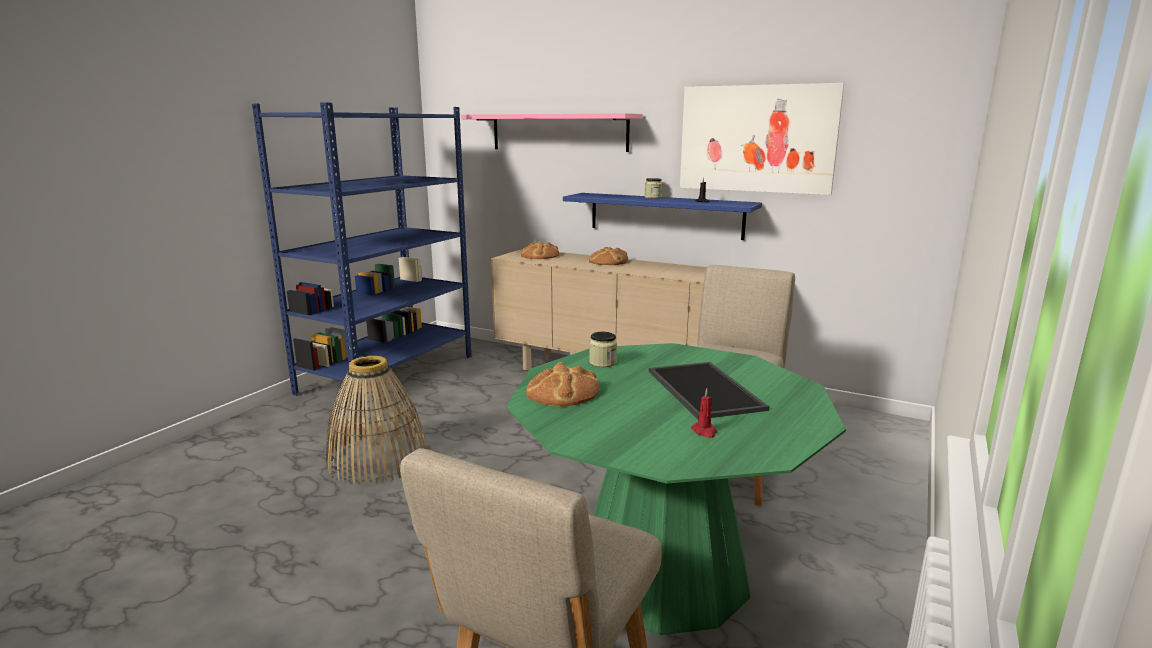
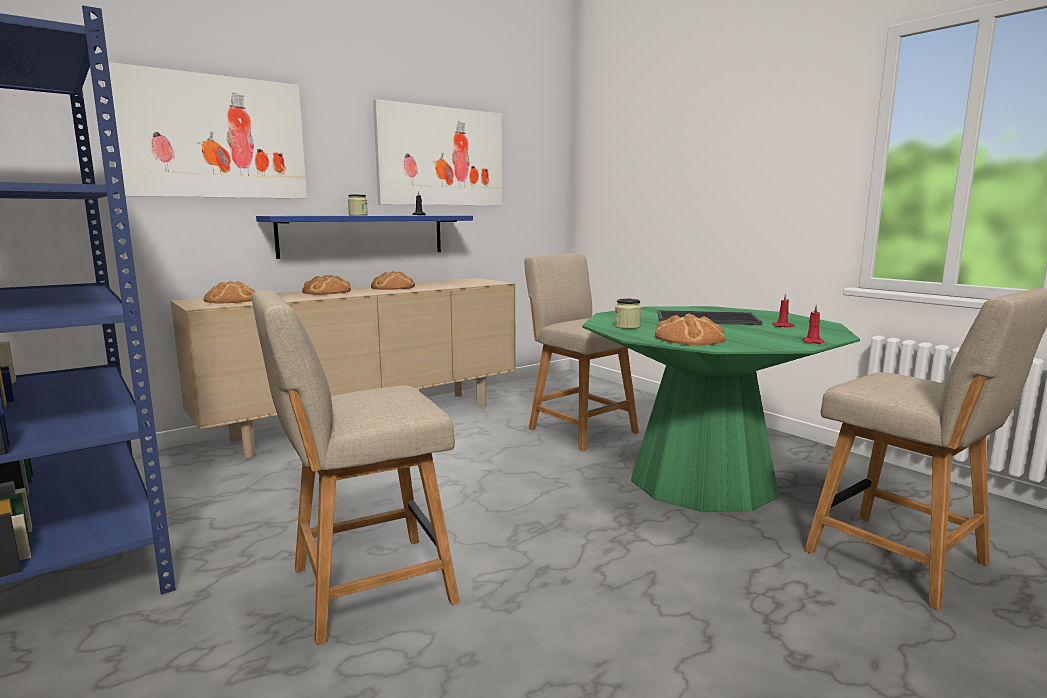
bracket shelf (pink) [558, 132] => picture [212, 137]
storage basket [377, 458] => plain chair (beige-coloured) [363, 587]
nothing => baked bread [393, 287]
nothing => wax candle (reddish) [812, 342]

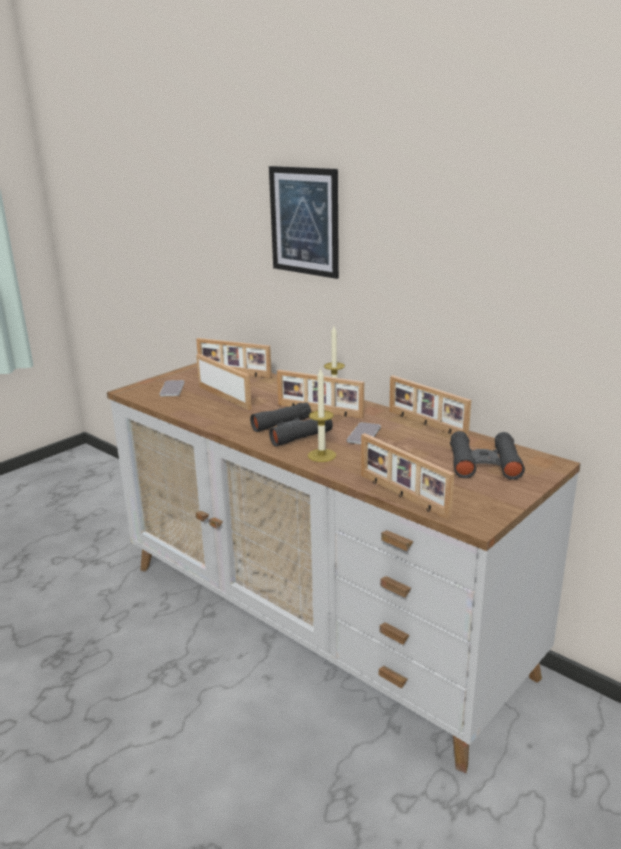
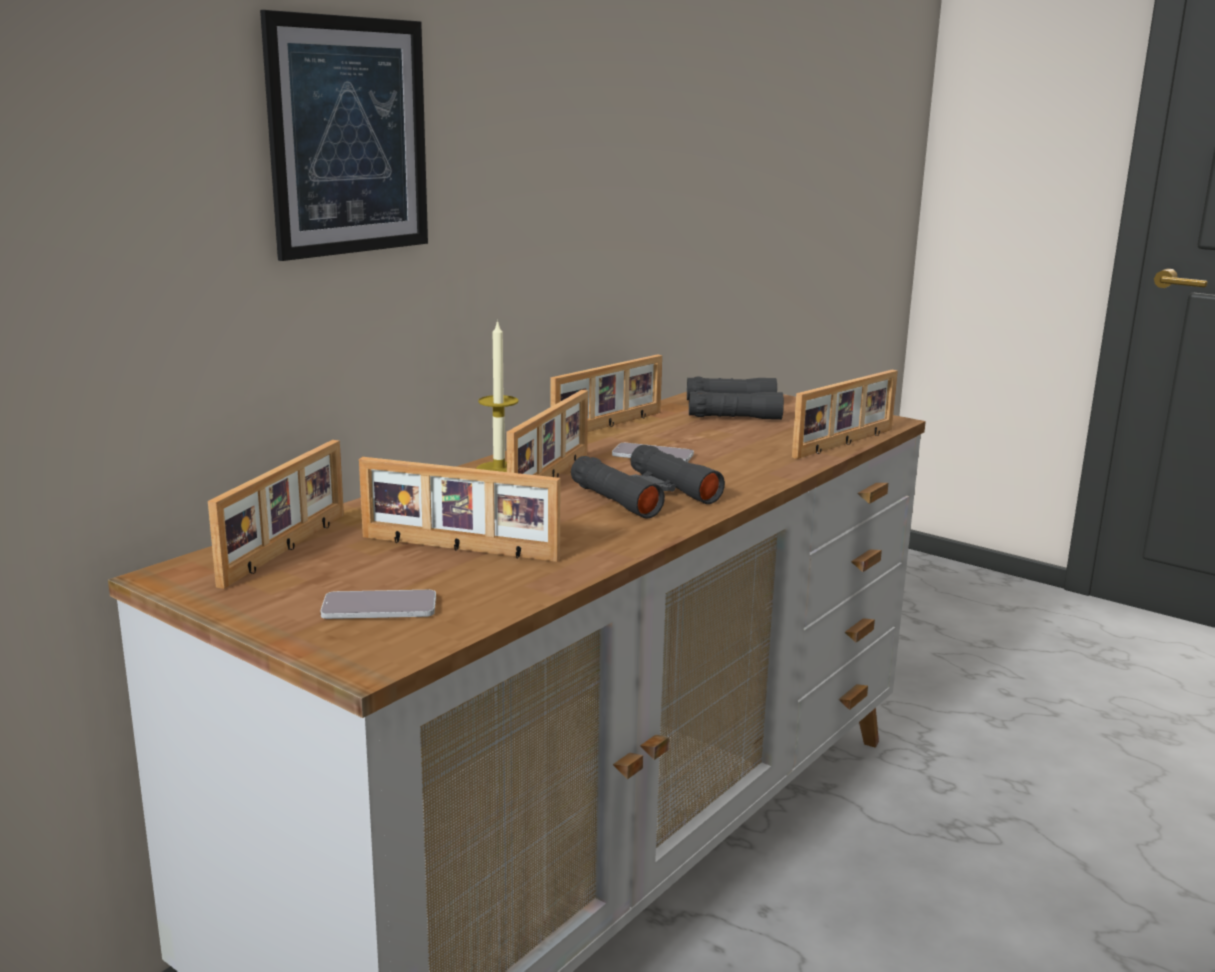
photo frame [225, 397] => photo frame [458, 549], 120 degrees counterclockwise
wax candle [322, 455] => nothing

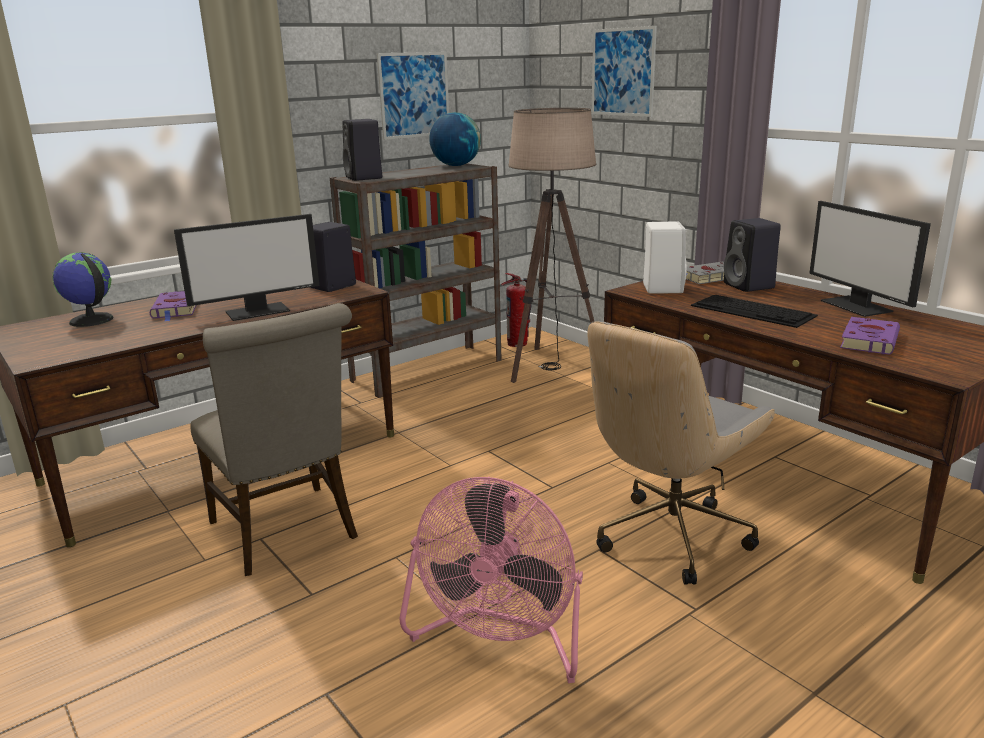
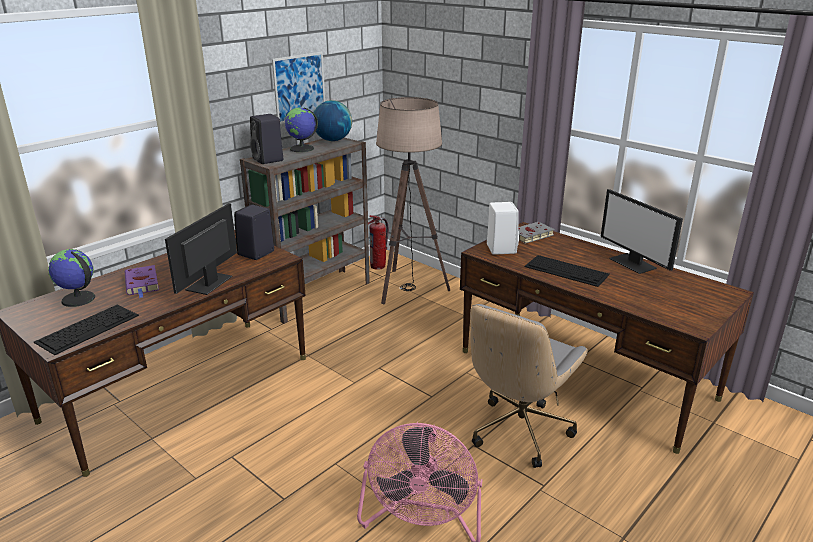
picture [623, 72] => nothing
monitor [258, 311] => monitor [209, 283], 150 degrees clockwise
loudspeaker (black-coloured) [750, 286] => nothing
plain chair (beige-coloured) [287, 533] => nothing
volume (purplish) [869, 340] => nothing
nothing => world globe [302, 149]
nothing => computer keyboard [88, 328]

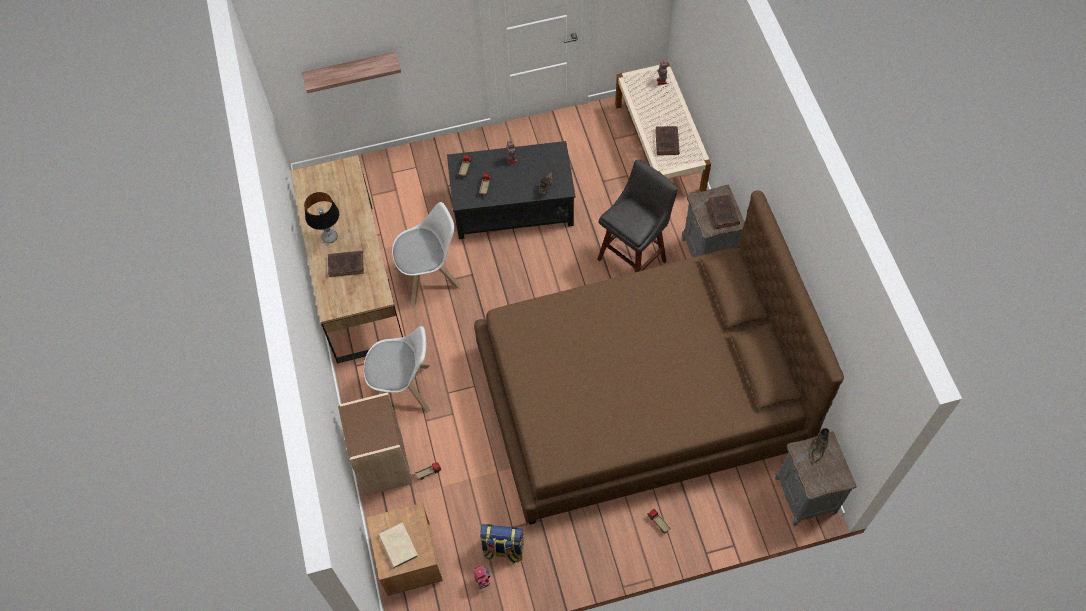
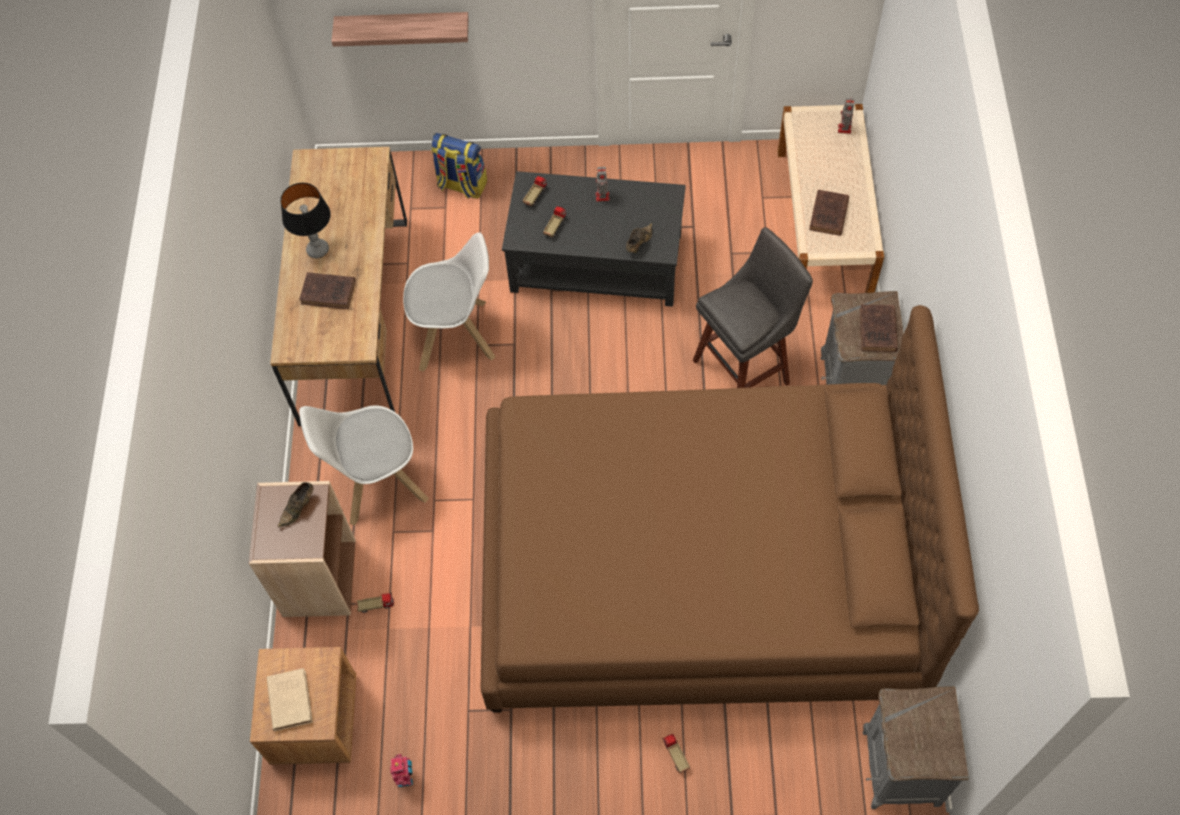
plain chair [404, 389] => plain chair [376, 482], 150 degrees clockwise
low shoe (brownish) [819, 447] => low shoe (brownish) [298, 508], move
backpack [503, 549] => backpack [461, 185], move

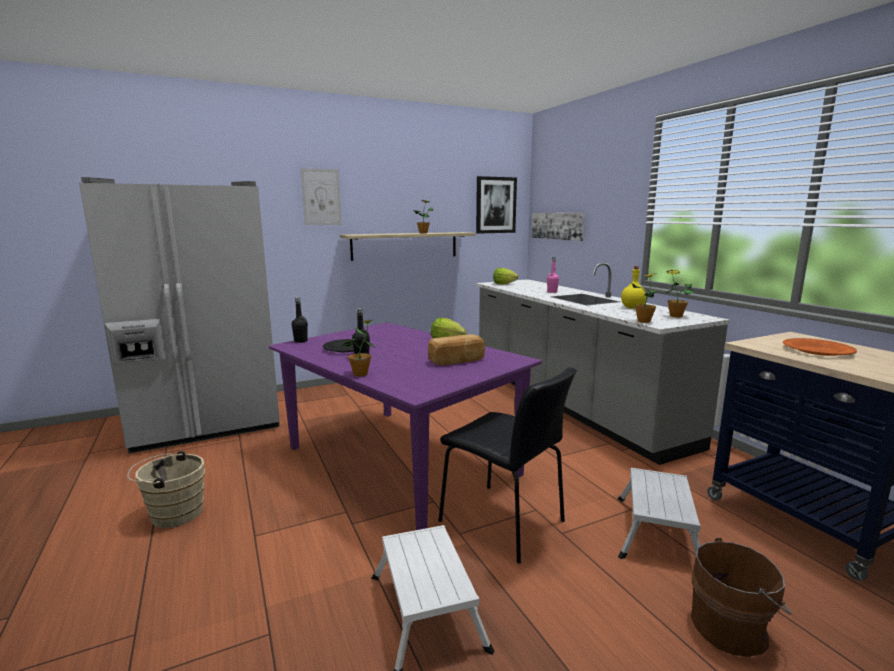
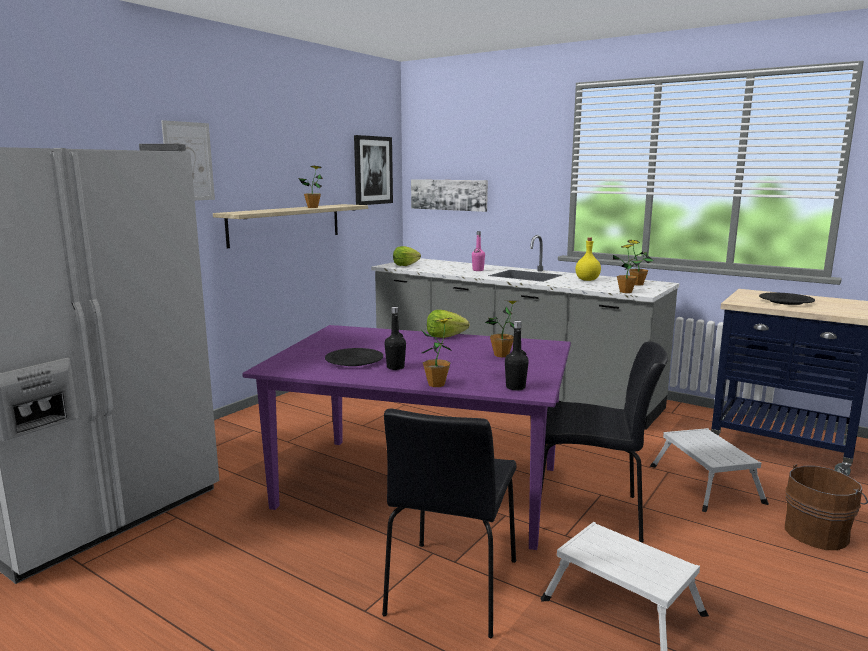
drink bottle (black-coloured) [300, 341] => drink bottle (black-coloured) [515, 387], move
baked bread [457, 361] => plant in a pot [501, 355]
plate (orange) [817, 350] => plate (black-coloured) [785, 301]
water bucket (beige-coloured) [173, 514] => nothing
nothing => plain chair (black-coloured) [451, 590]

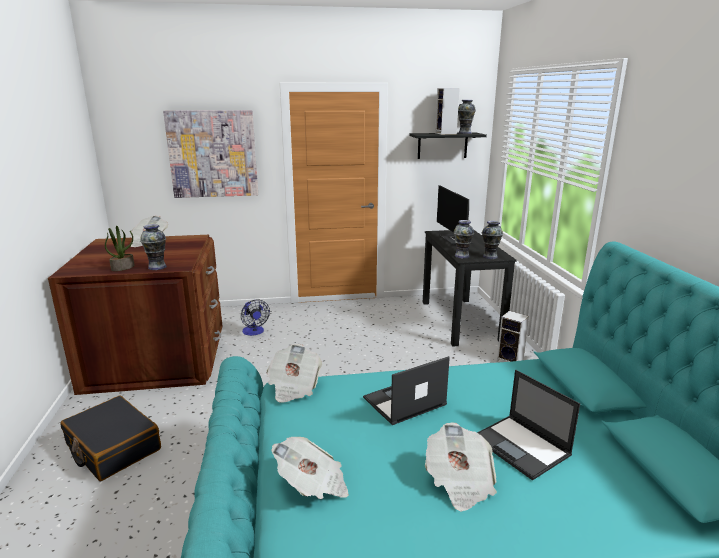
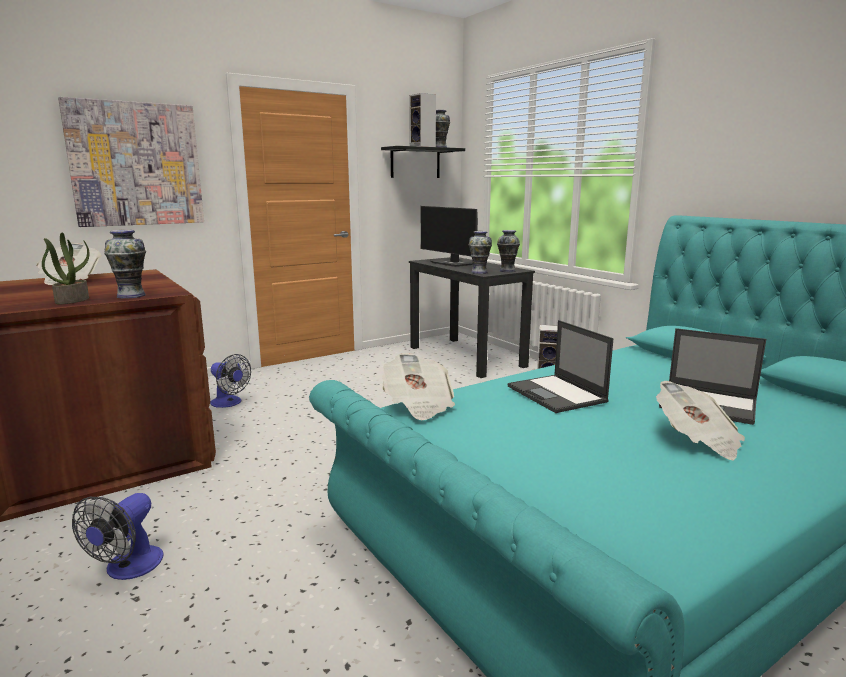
portable computer [403, 401] => portable computer [557, 394], 60 degrees counterclockwise
suitcase (black-coloured) [113, 447] => cooling fan [128, 569]
daily paper [312, 485] => nothing

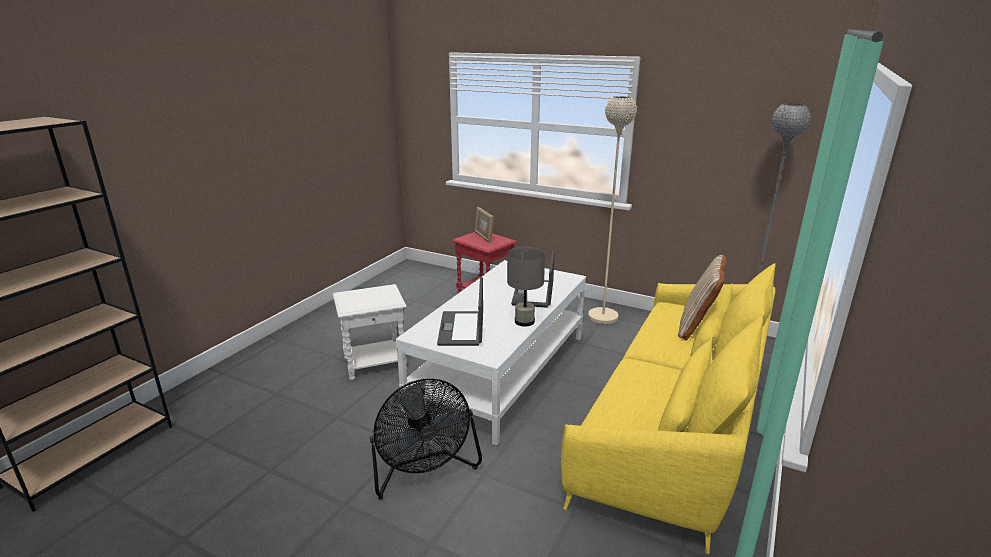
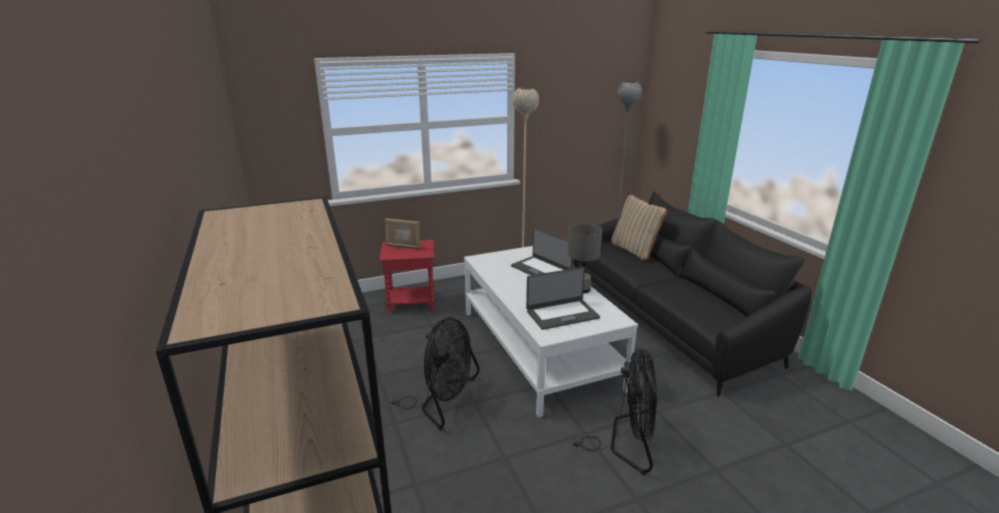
couch (yellowish) [677, 422] => couch (black-coloured) [669, 317]
portable computer [462, 328] => portable computer [562, 314], 60 degrees counterclockwise
side table (white-coloured) [374, 362] => cooling fan (black-coloured) [441, 401]

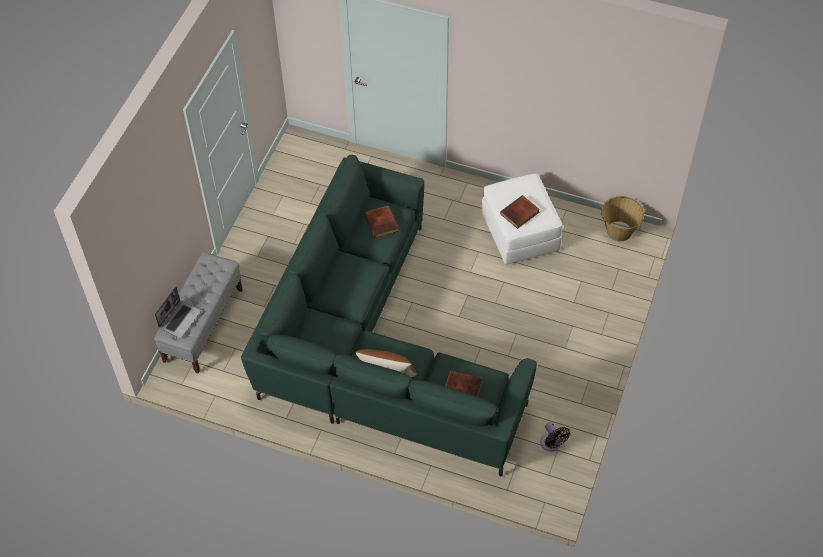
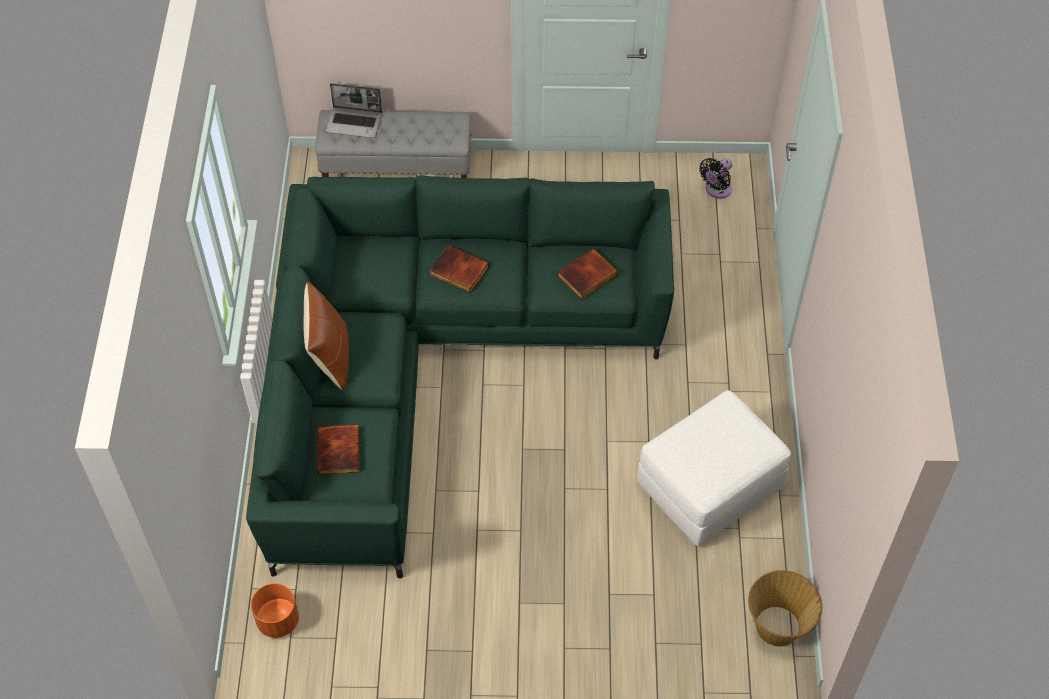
volume [520, 214] => volume [458, 271], move
cooling fan (black-coloured) [552, 444] => cooling fan (black-coloured) [716, 190], move
nothing => flower pot (orange) [277, 620]

